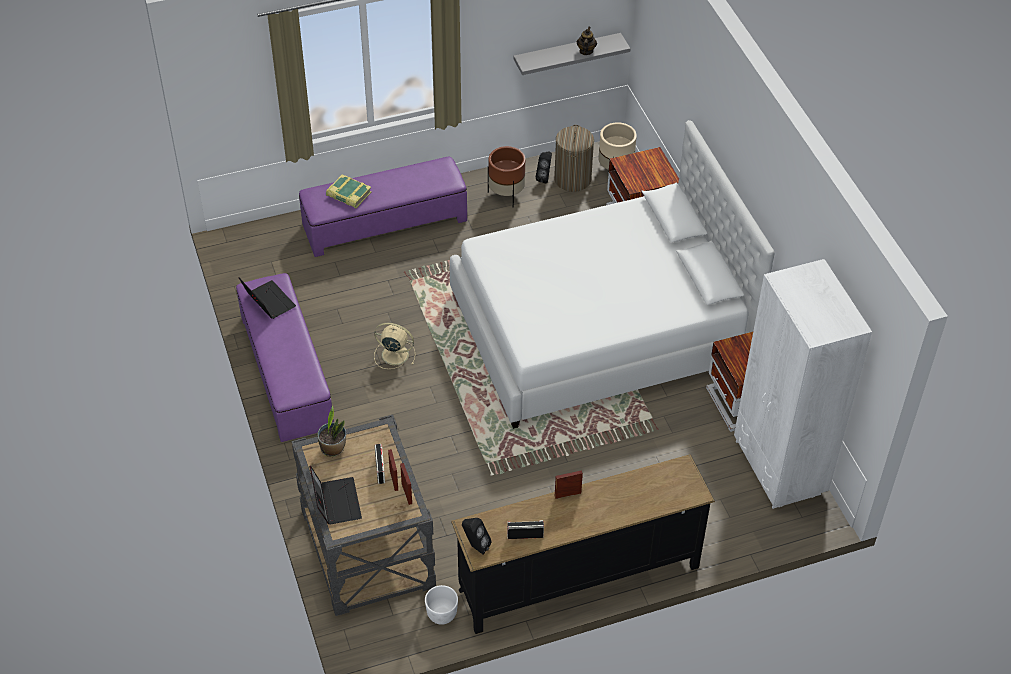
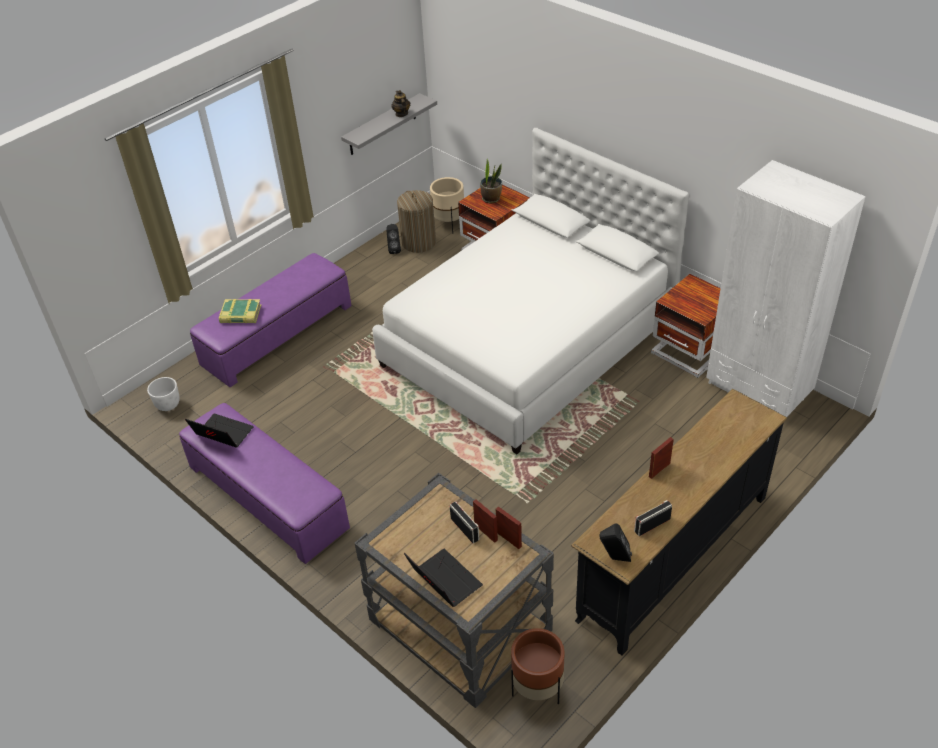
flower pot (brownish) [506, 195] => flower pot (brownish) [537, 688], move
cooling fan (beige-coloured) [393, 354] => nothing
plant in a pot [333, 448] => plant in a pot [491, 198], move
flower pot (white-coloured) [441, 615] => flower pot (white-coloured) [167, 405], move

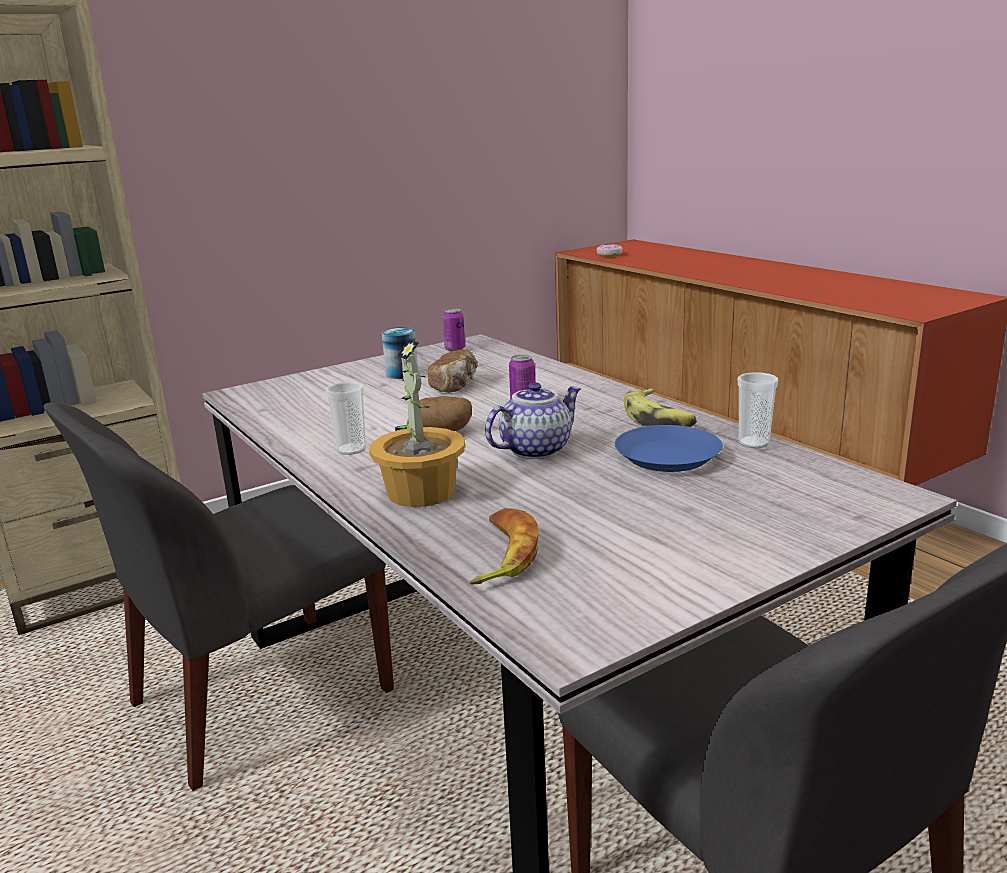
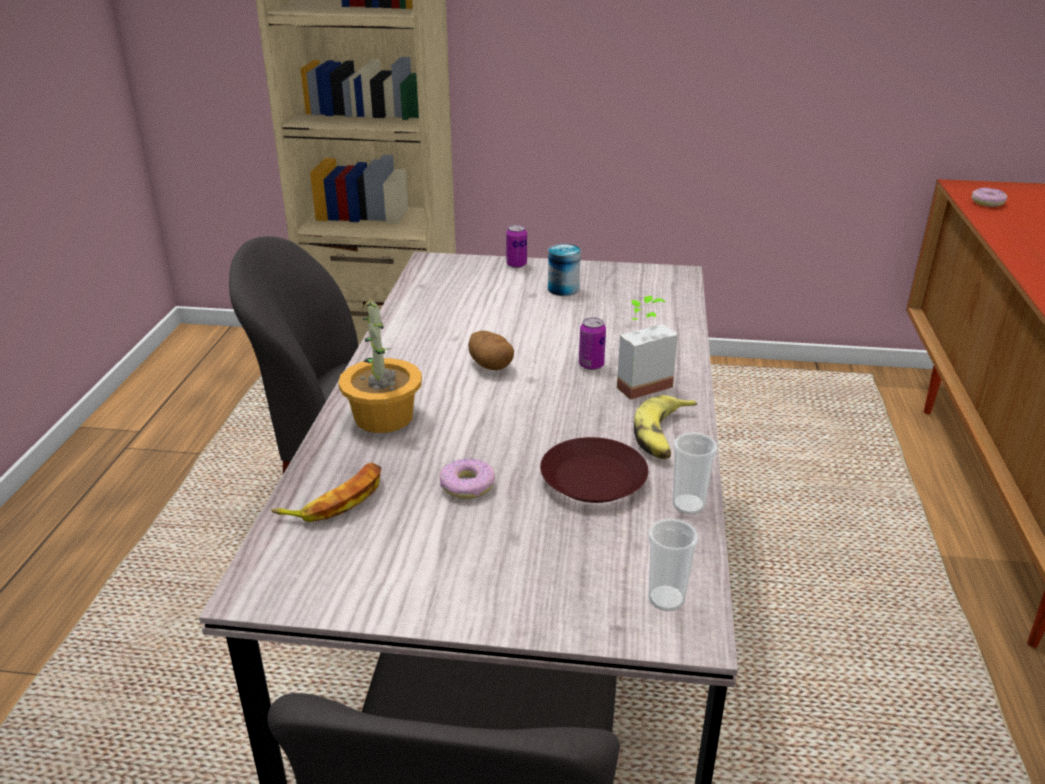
metal can [455, 349] => metal can [516, 264], move
baked bread [455, 385] => nothing
small cup [351, 450] => small cup [666, 599], move
pot for tea [535, 449] => nothing
plate (bluish) [666, 456] => plate (brownish) [593, 478]
nothing => plant in a pot [638, 382]
nothing => ring doughnut [467, 486]

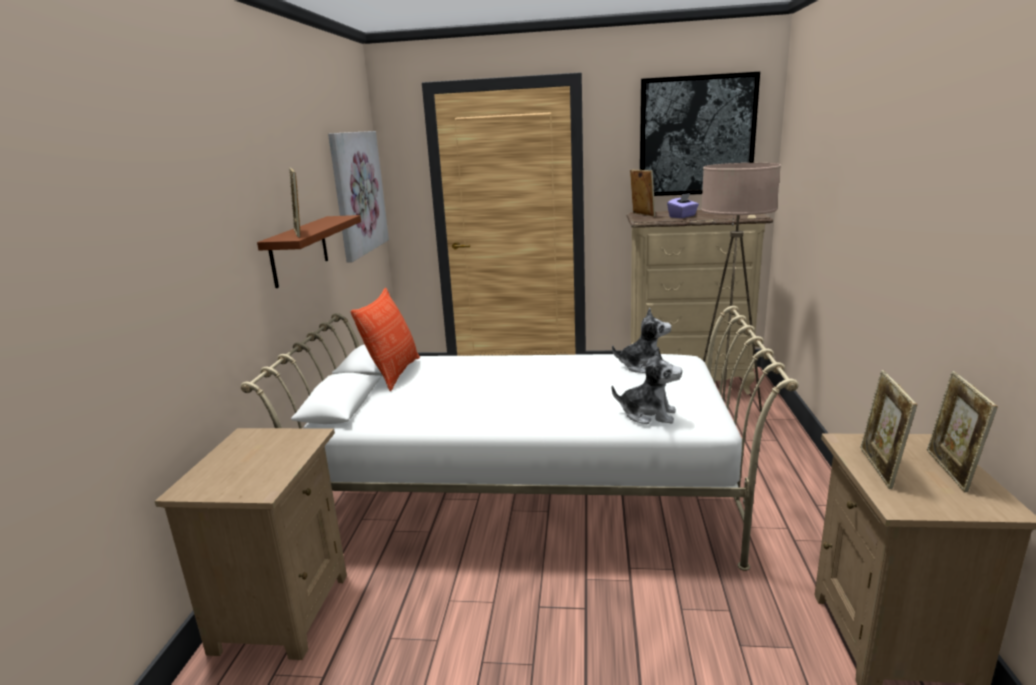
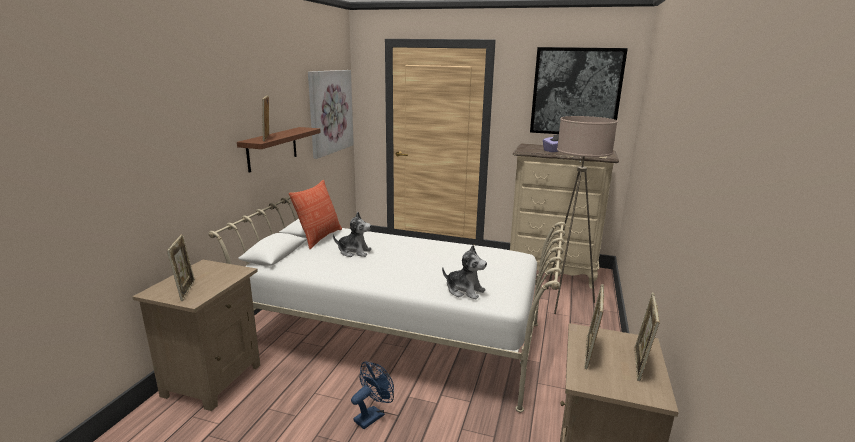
photo frame [642, 215] => photo frame [186, 290], move
soft toy [643, 366] => soft toy [354, 252], move
nothing => cooling fan (bluish) [372, 415]

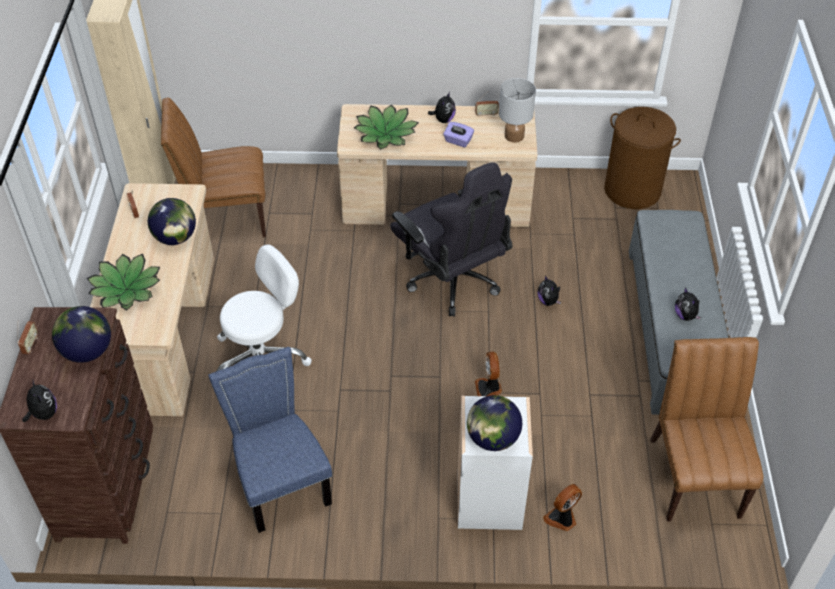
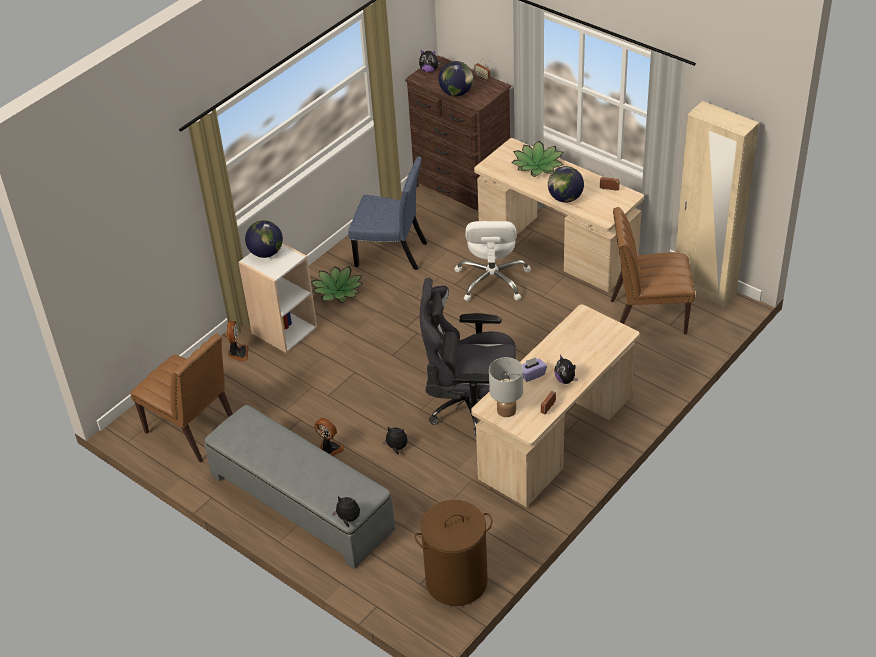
plain chair (brownish) [226, 219] => plain chair (brownish) [648, 316], 120 degrees counterclockwise
plant in a pot [385, 134] => plant in a pot [338, 290], move
soft toy [686, 315] => soft toy [348, 519], move
cooling fan [488, 389] => cooling fan [329, 449], move

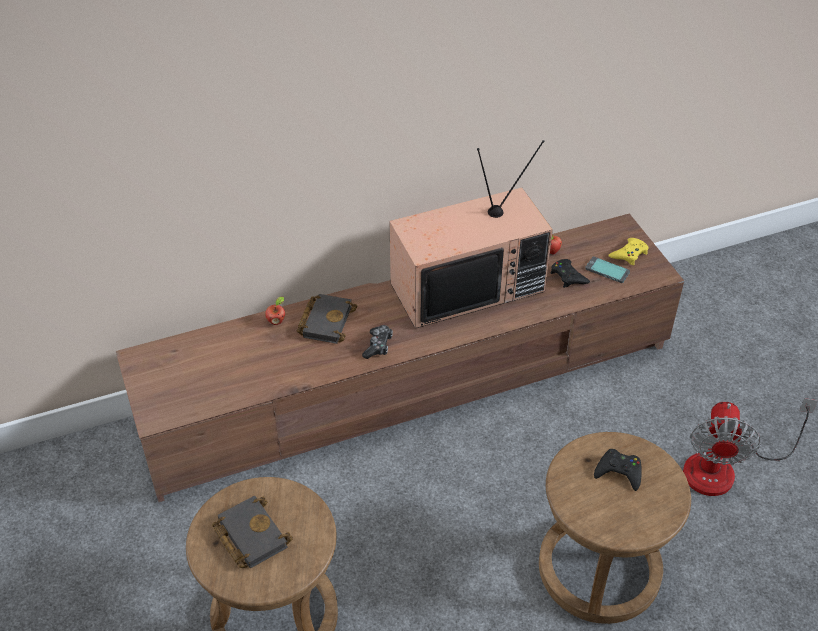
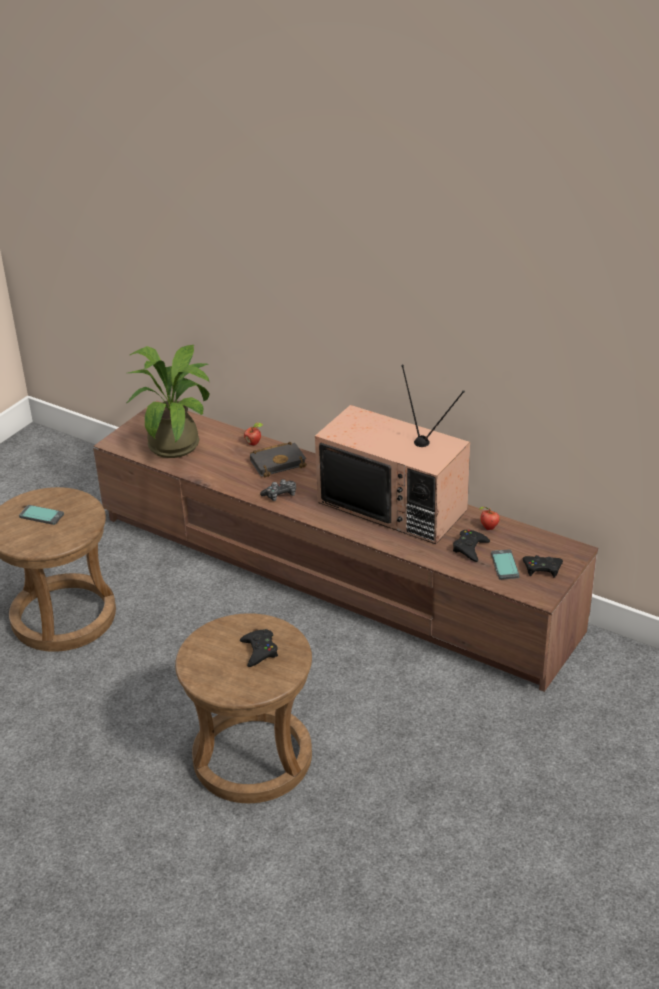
game controller (yellowish) [629, 254] => game controller (black-coloured) [542, 568]
cooling fan [724, 468] => nothing
volume (black-coloured) [249, 535] => phone [41, 515]
nothing => plant in a pot [178, 442]

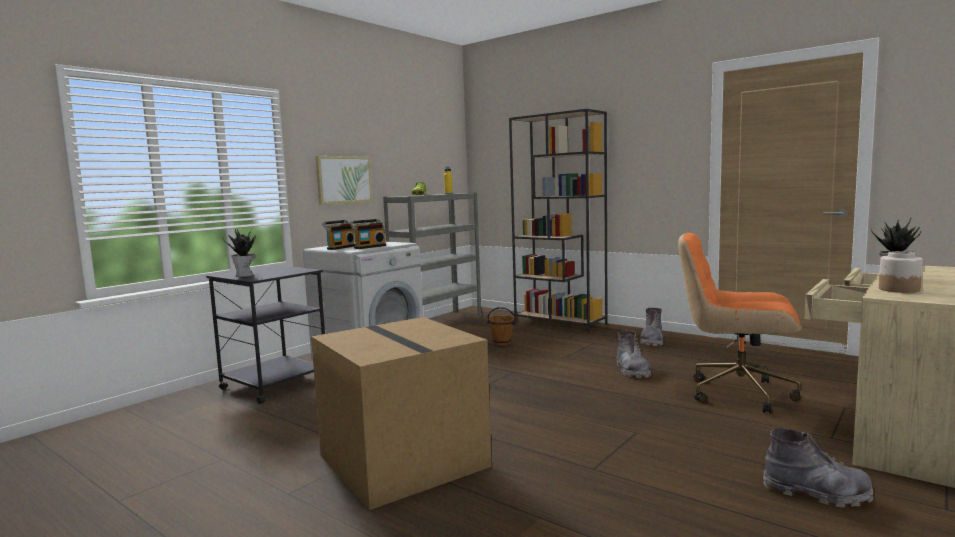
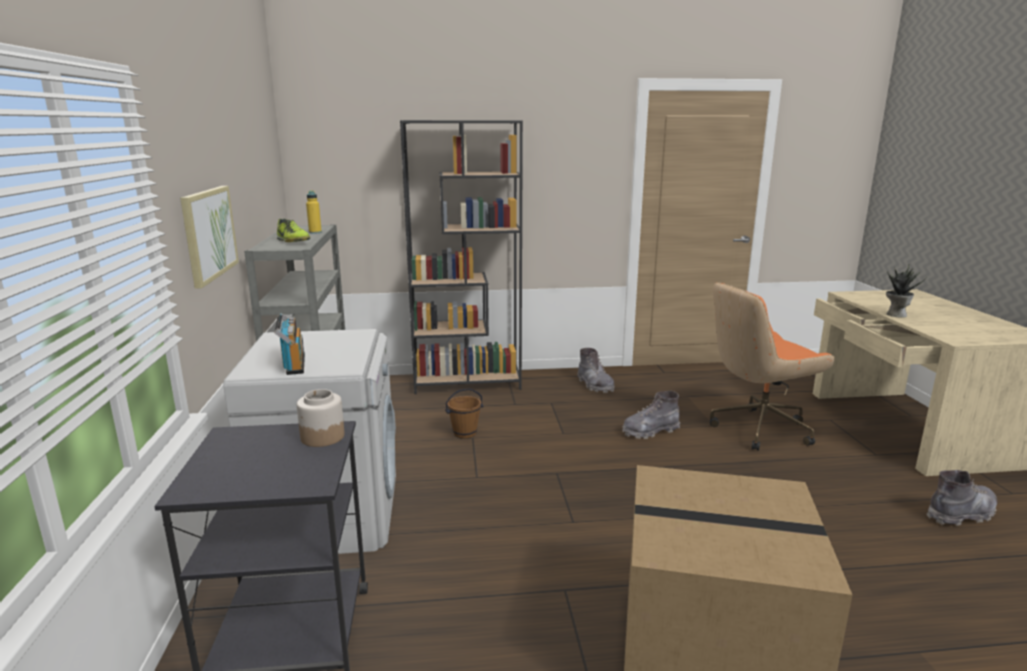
radio [369, 247] => nothing
plant in a pot [245, 275] => nothing
preserve jar [898, 289] => preserve jar [322, 437], move
boot (greyish) [632, 371] => boot (greyish) [650, 431], 120 degrees clockwise

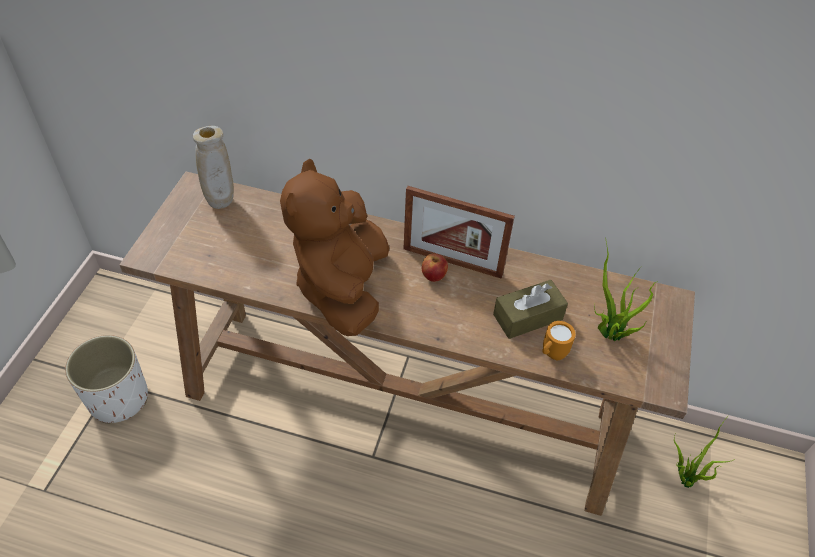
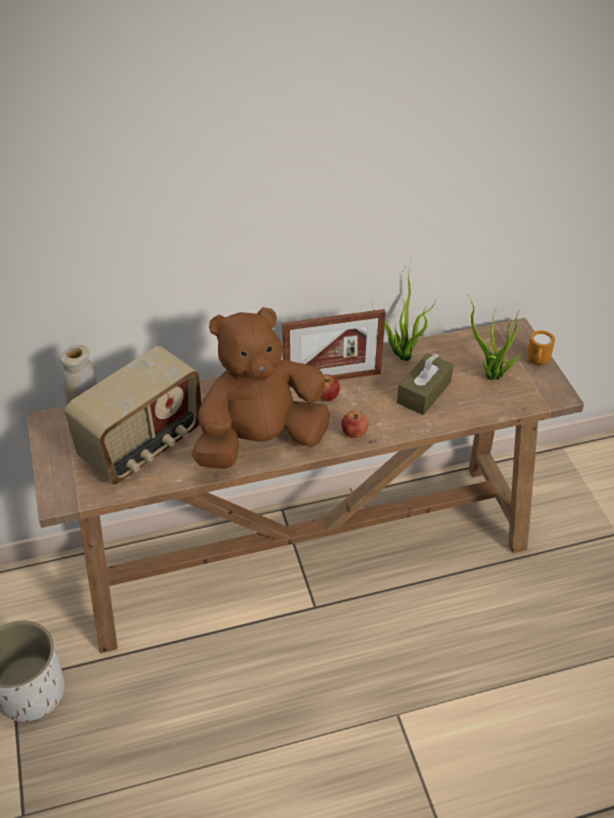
soft toy (brownish) [342, 287] => soft toy (brownish) [260, 441], 90 degrees clockwise
mug (orange) [551, 354] => mug (orange) [537, 363], move
plant in a pot [685, 478] => plant in a pot [402, 354], move
nothing => radio [143, 446]
nothing => apple fruit [354, 433]

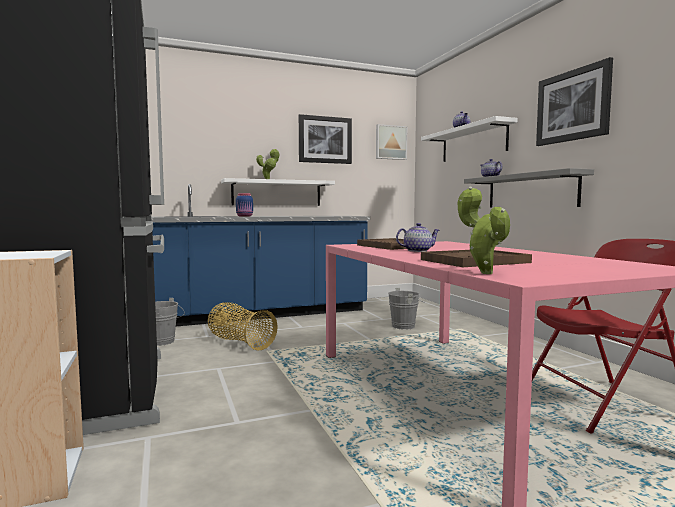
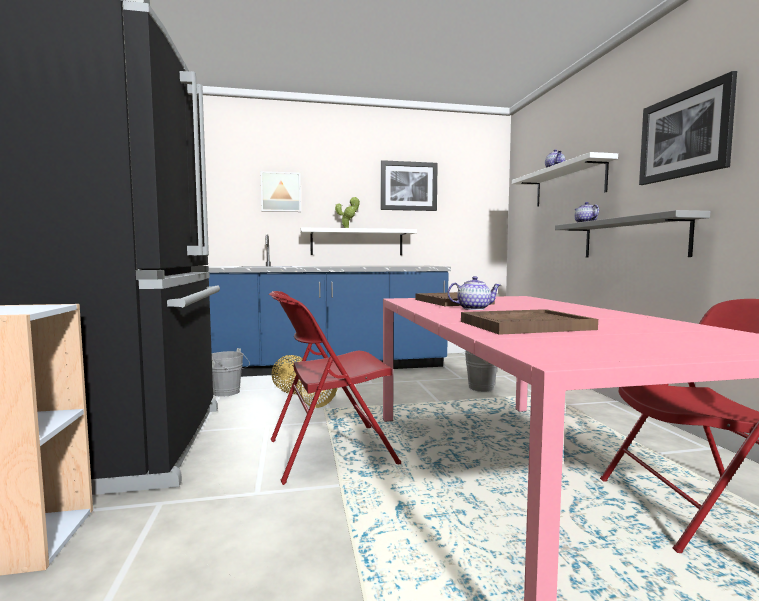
picture [390, 142] => picture [281, 192], move
plant in a pot [483, 272] => nothing
preserve jar (bluish) [245, 216] => nothing
nothing => plain chair (reddish) [331, 452]

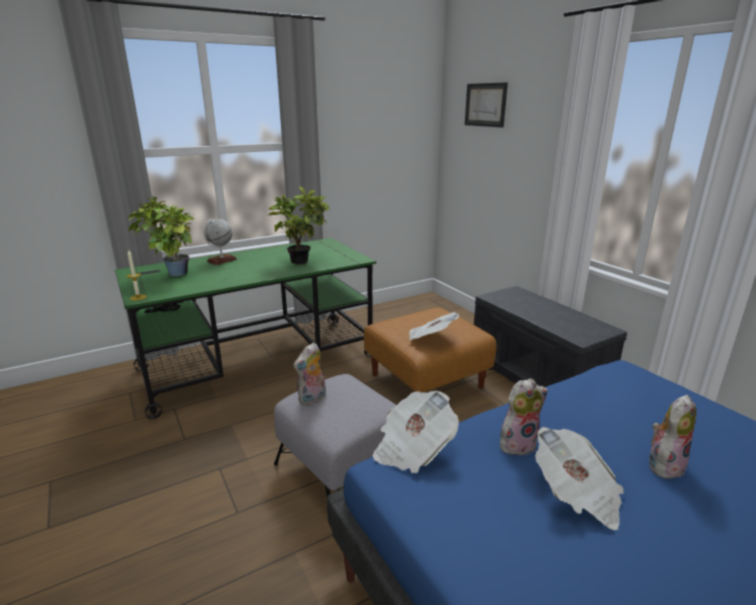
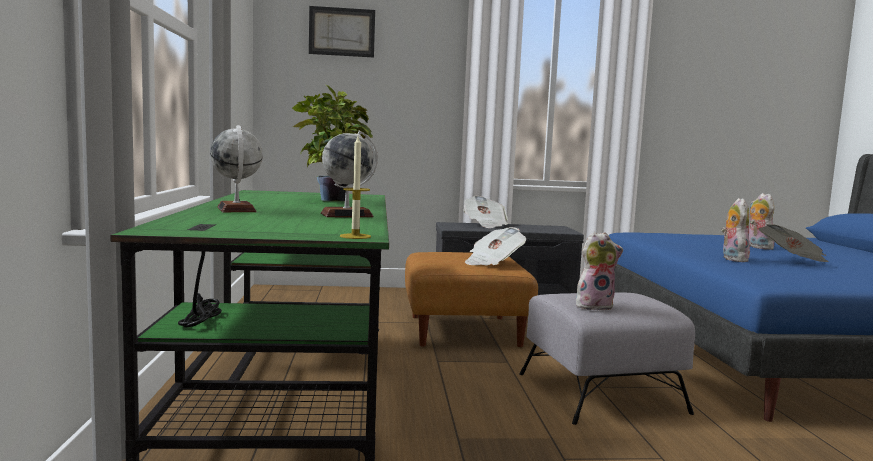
plant in a pot [172, 274] => nothing
soft toy [312, 399] => soft toy [594, 306], 75 degrees counterclockwise
daily paper [412, 448] => daily paper [485, 225], move
nothing => world globe [347, 215]

